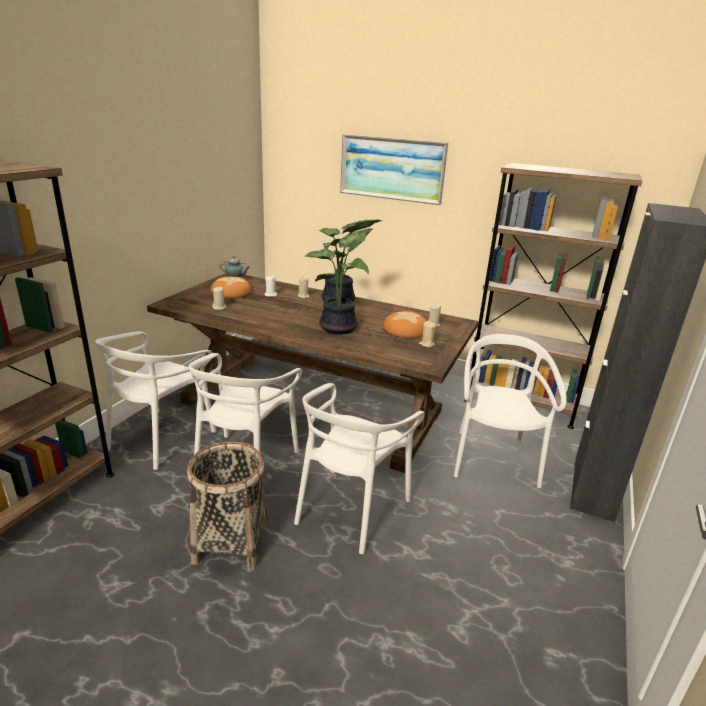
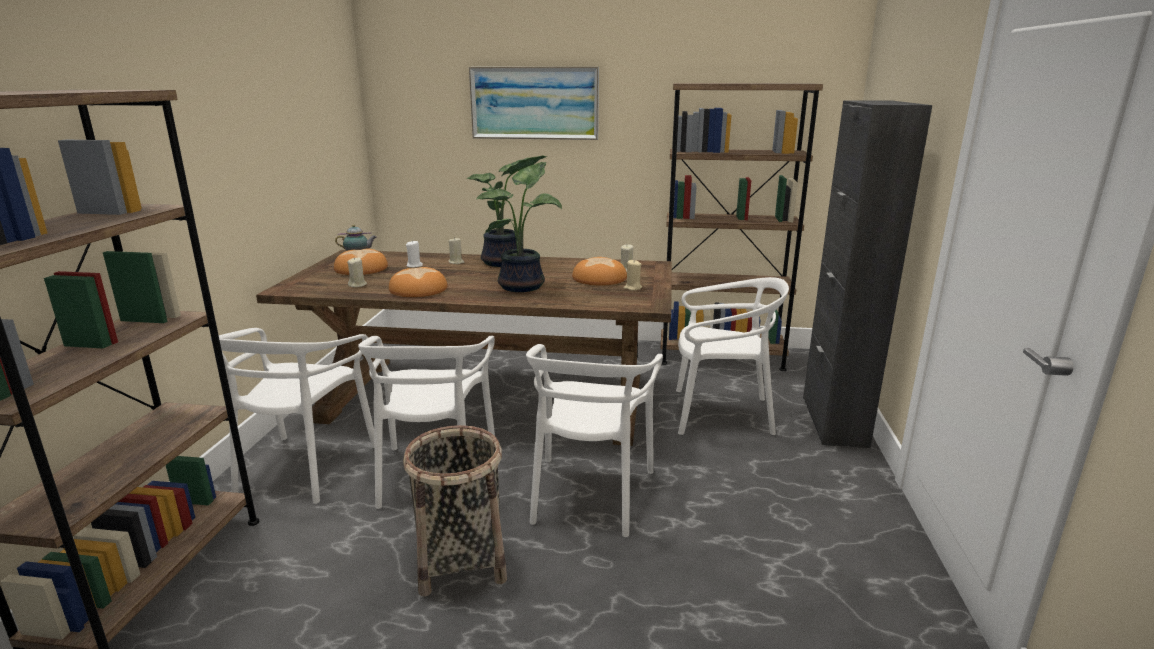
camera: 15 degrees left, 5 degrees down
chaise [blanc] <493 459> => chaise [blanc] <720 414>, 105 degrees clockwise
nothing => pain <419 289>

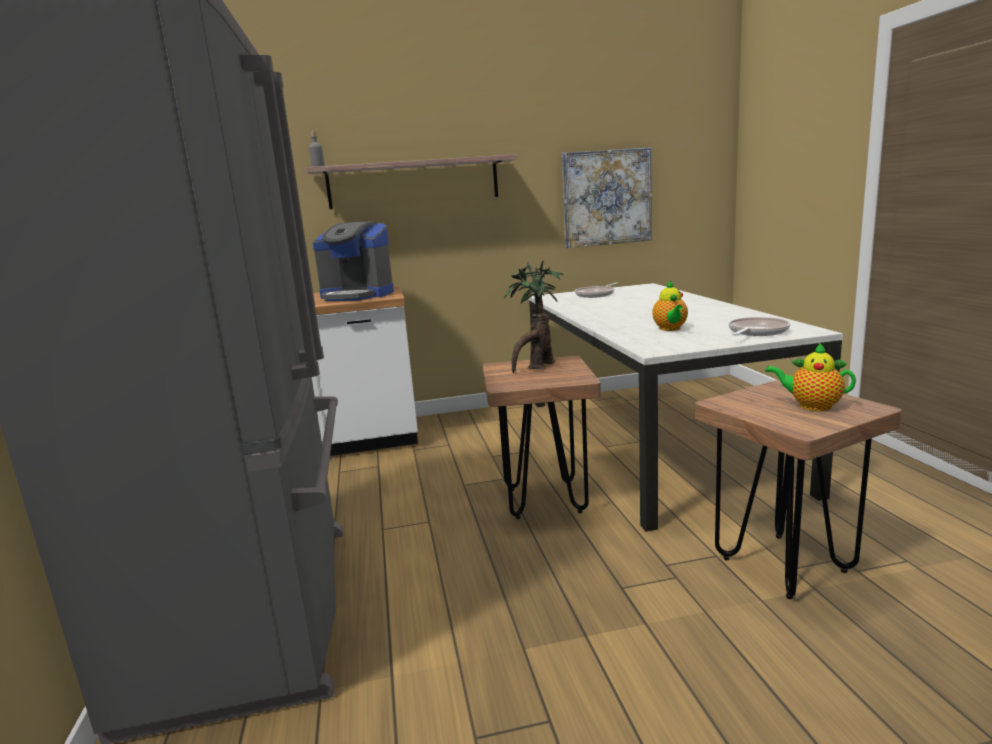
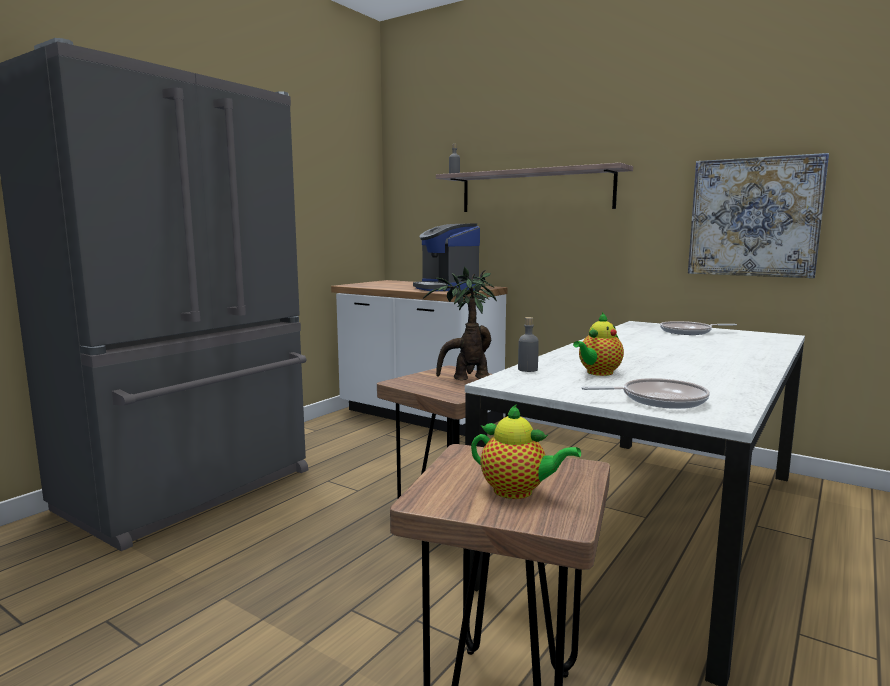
camera: 45 degrees right, 5 degrees down
théière <811 406> => théière <517 492>, 135 degrees clockwise
nothing => bouteille [gris] <527 369>

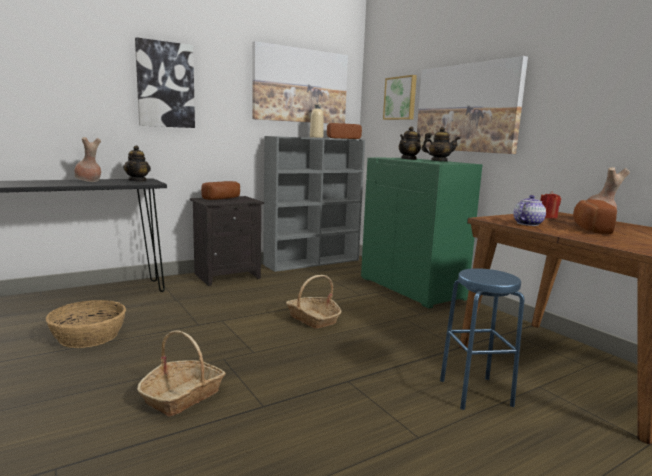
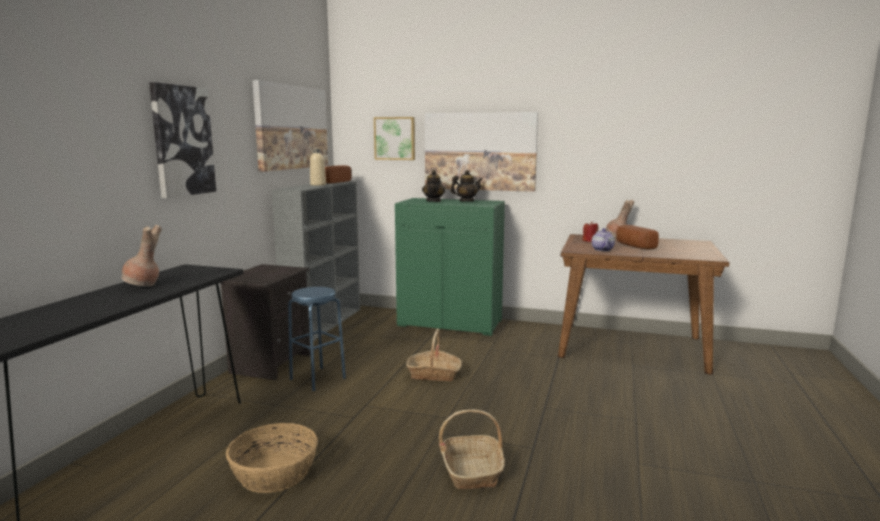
camera: 40 degrees left, 0 degrees up
théière <138 180> => nothing
pain <223 198> => nothing
tabouret [bleu] <475 392> => tabouret [bleu] <317 378>, relocated

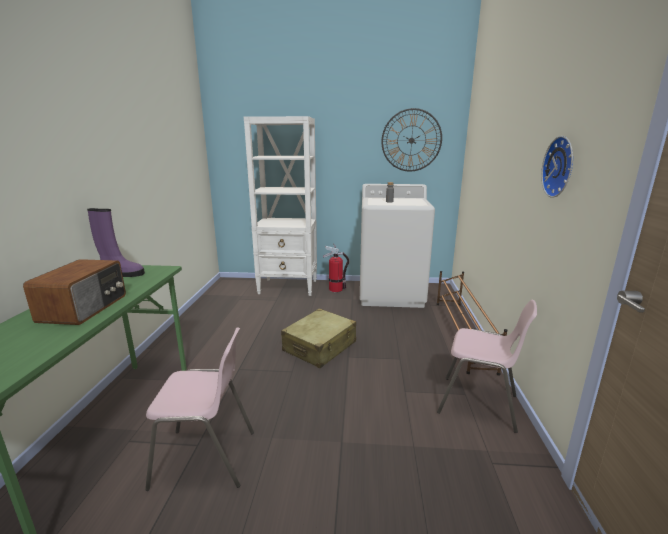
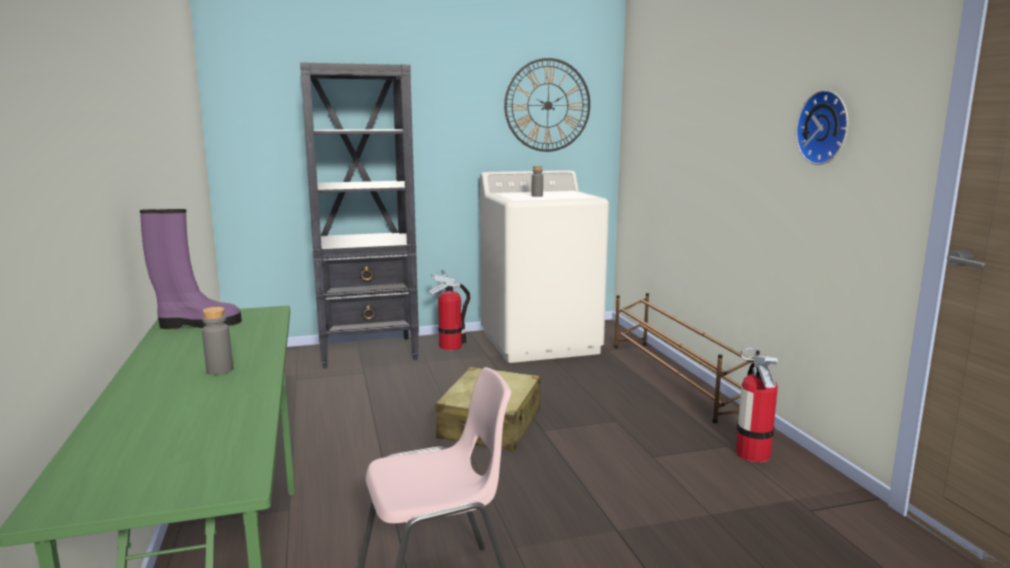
camera: 20 degrees left, 5 degrees down
radio <85 308> => bouteille [gris] <219 370>
bibliothèque [blanc] <288 287> => bibliothèque [noir] <369 352>
chaise [rose] <478 404> => extincteur <752 453>

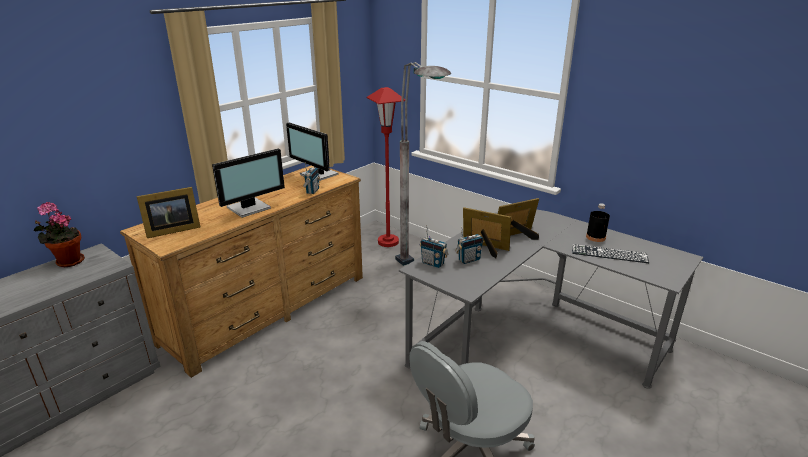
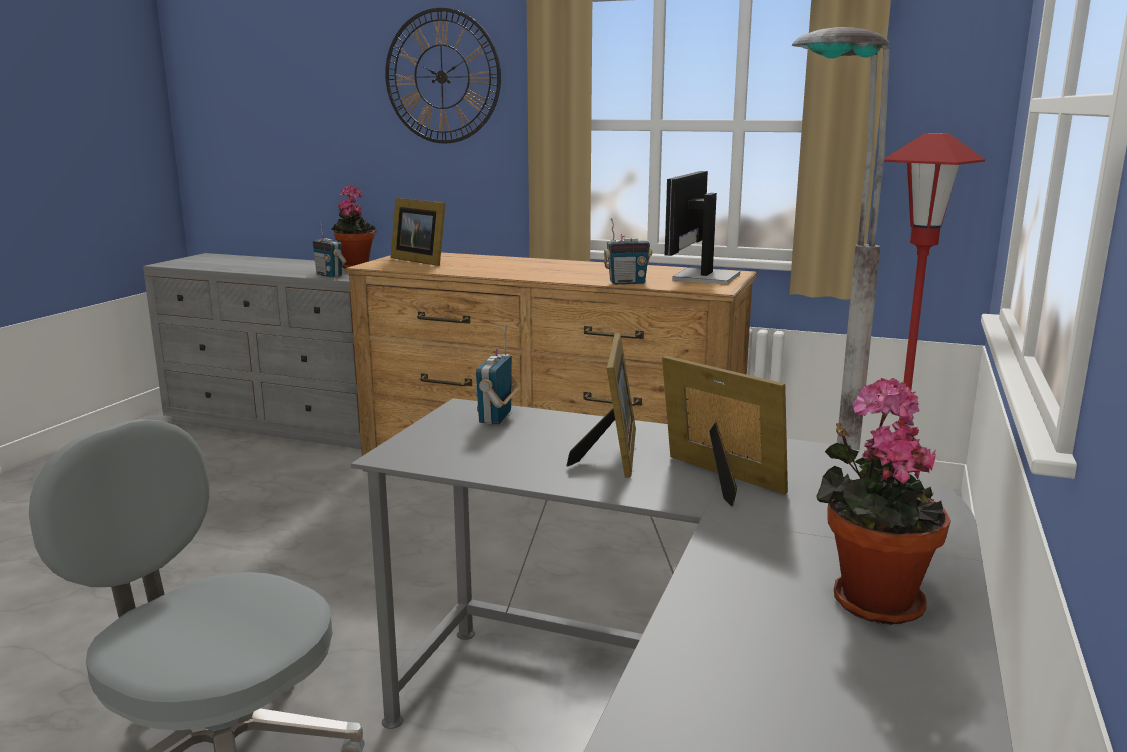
camera: 70 degrees right, 10 degrees down
écran d'ordinateur <250 208> => nothing
radio <469 260> => radio <329 275>, relocated
clavier <609 254> => nothing
bouteille [noir] <595 237> => plante en pot <871 598>
nothing => horloge murale <442 77>

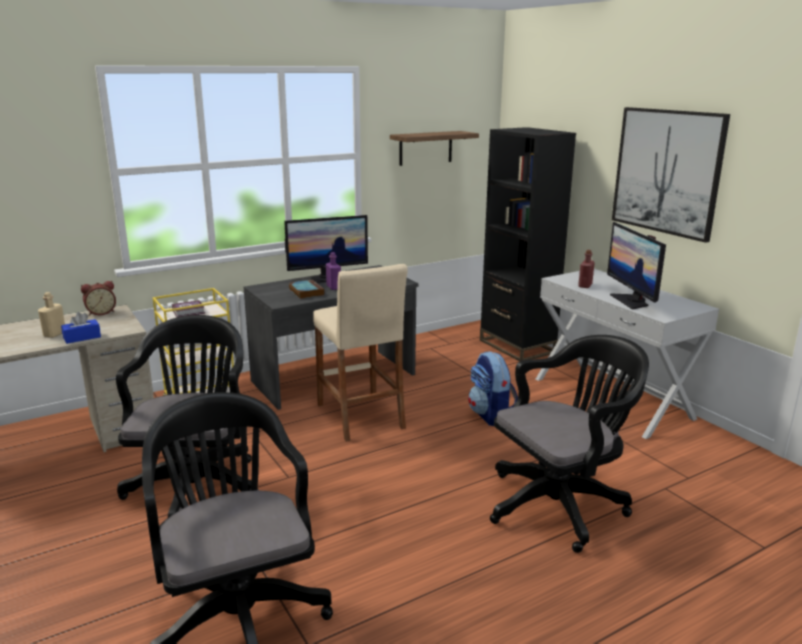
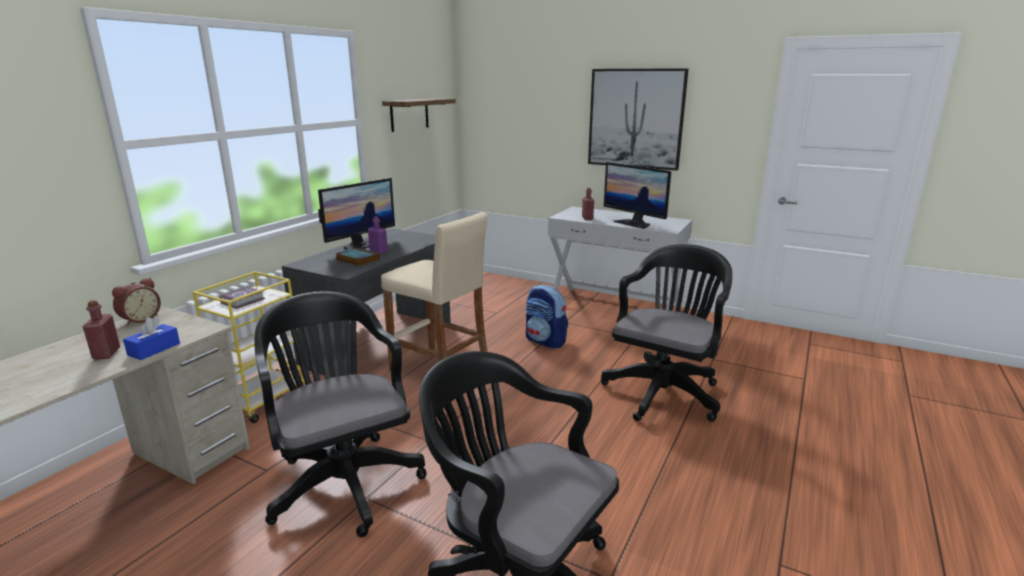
camera: 30 degrees left, 0 degrees up
bouteille [beige] <54 334> => bouteille [rouge] <106 354>
bibliothèque [noir] <517 346> => nothing

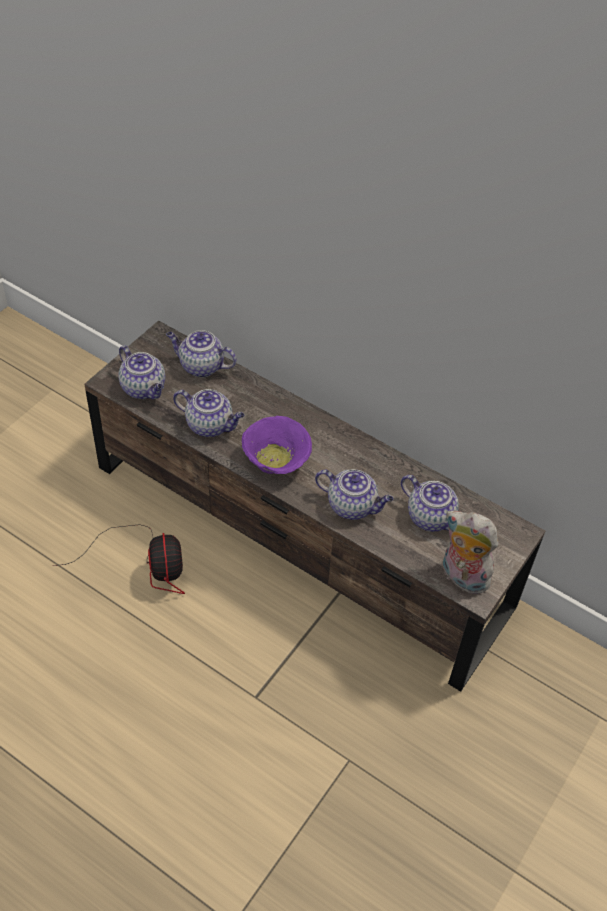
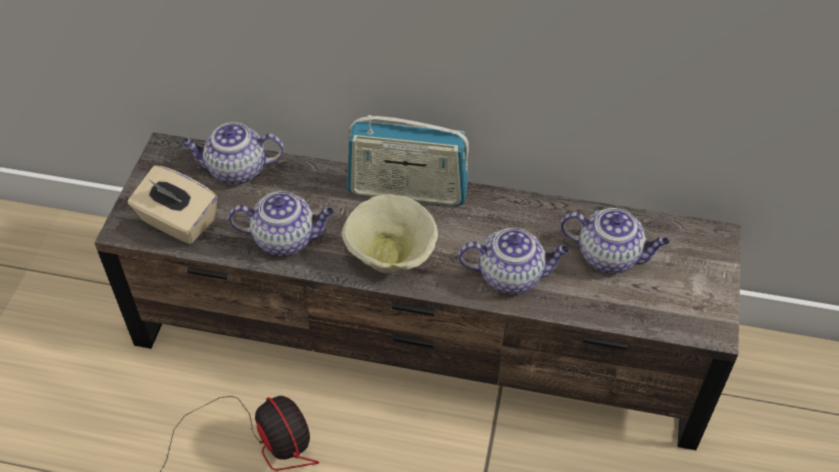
camera: 20 degrees left, 0 degrees up
théière <144 388> => boîte à mouchoirs [beige] <177 222>
bol [violet] <277 461> => bol [beige] <392 254>
peluche <461 577> => nothing
nothing => radio <407 191>

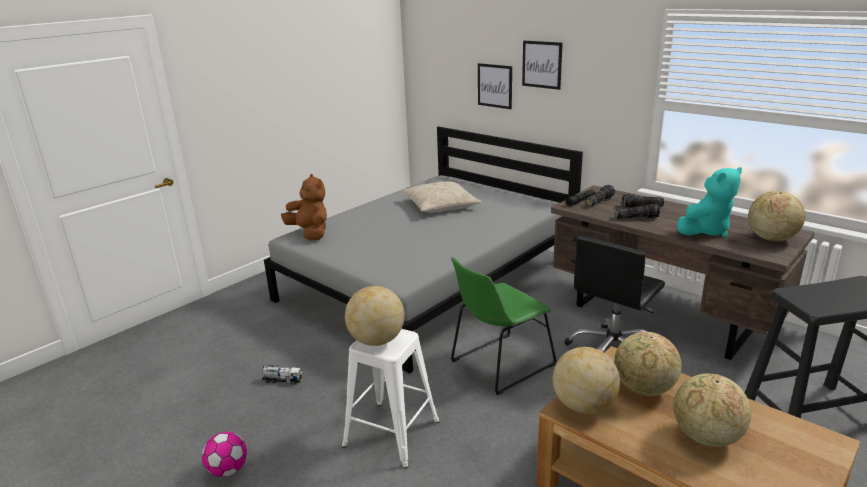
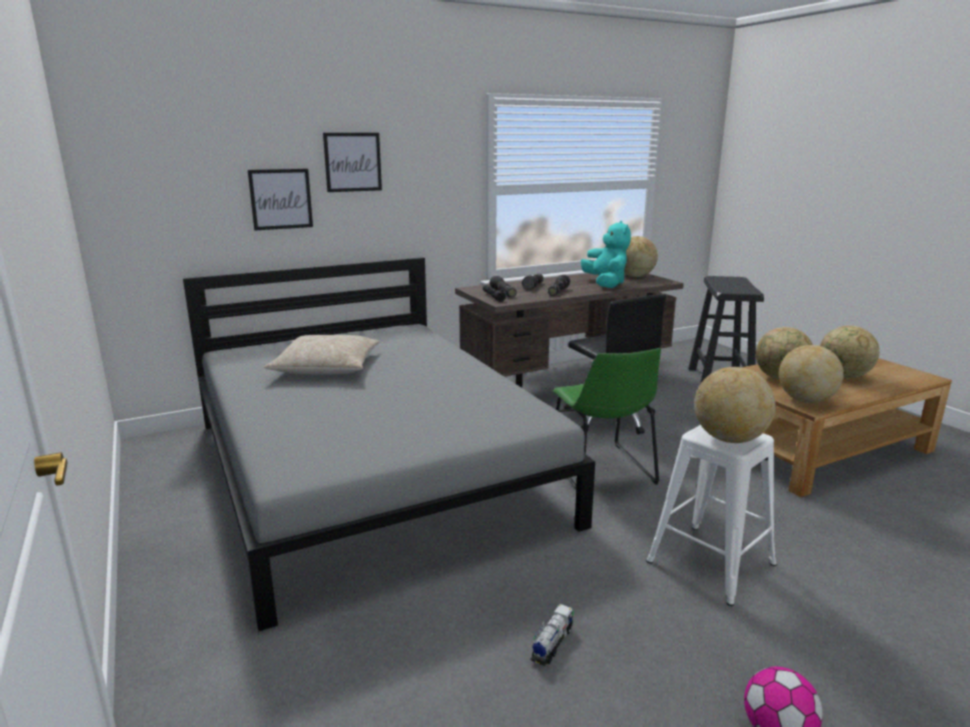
camera: 70 degrees left, 5 degrees down
peluche [marron] <310 233> => nothing

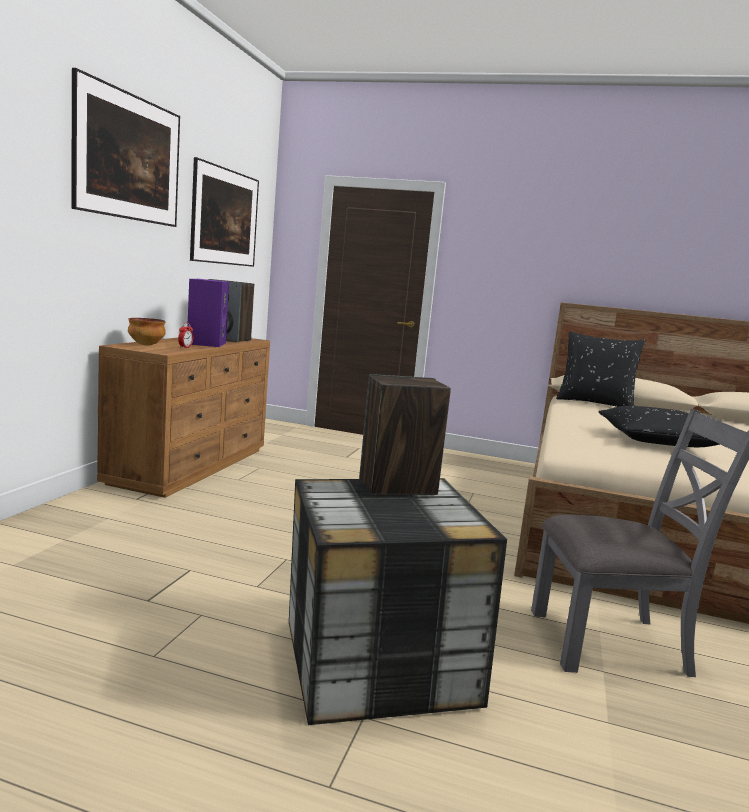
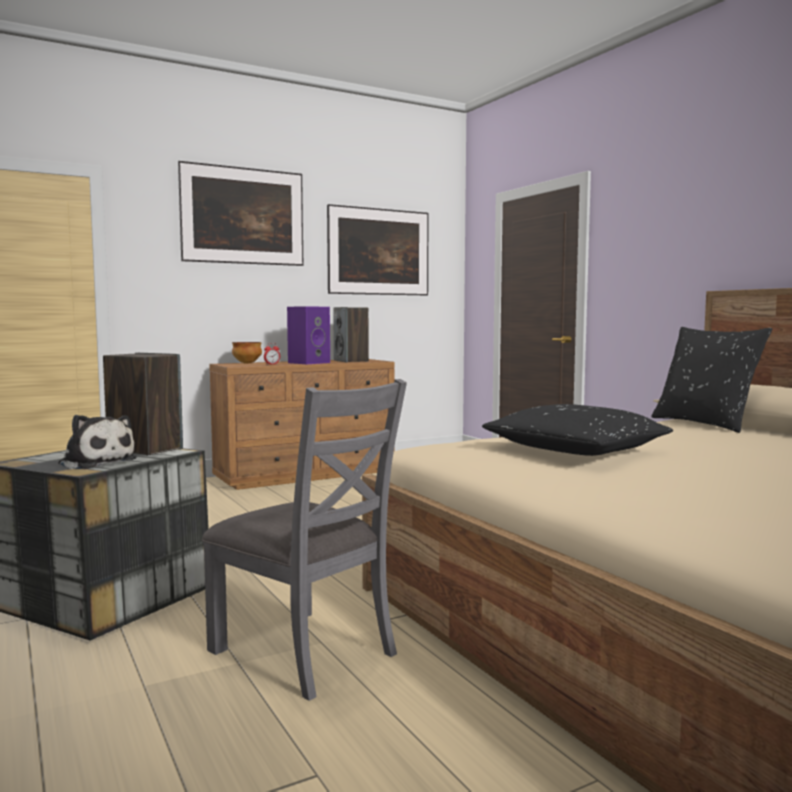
camera: 45 degrees right, 5 degrees down
nothing => peluche <96 462>

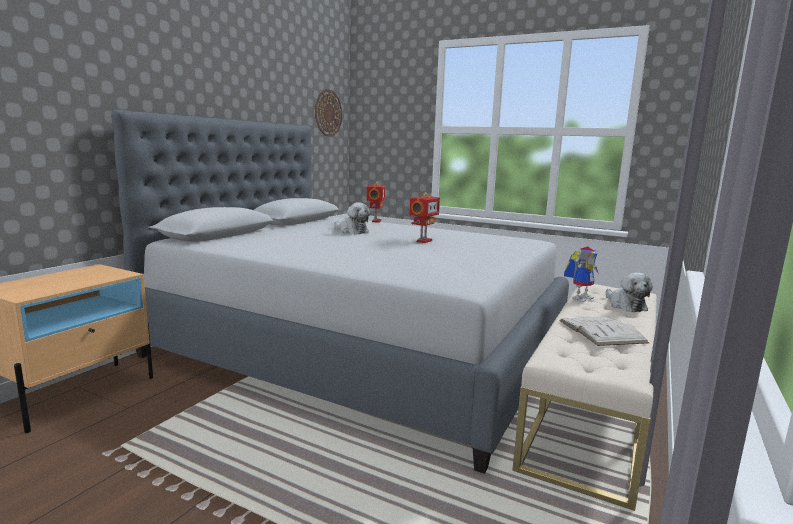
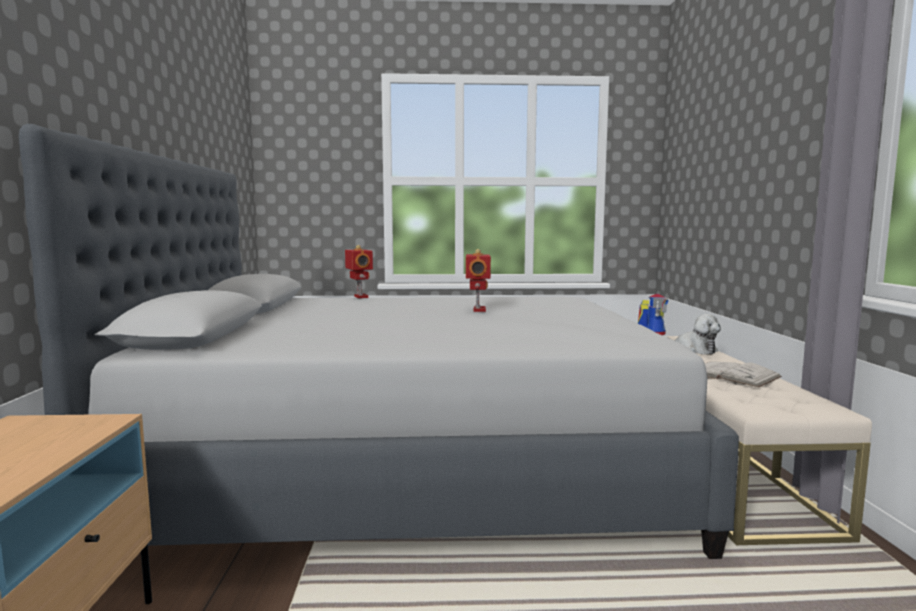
camera: 30 degrees left, 5 degrees down
horloge murale <328 113> => nothing
peluche <351 231> => nothing

